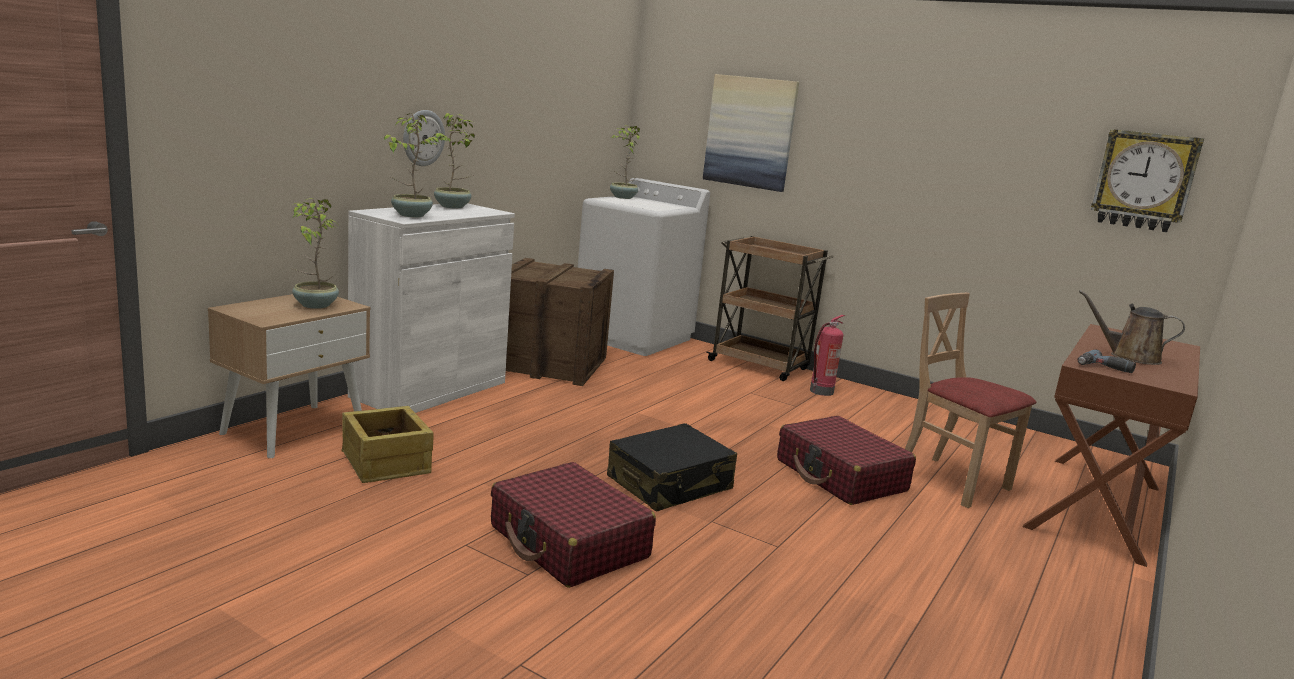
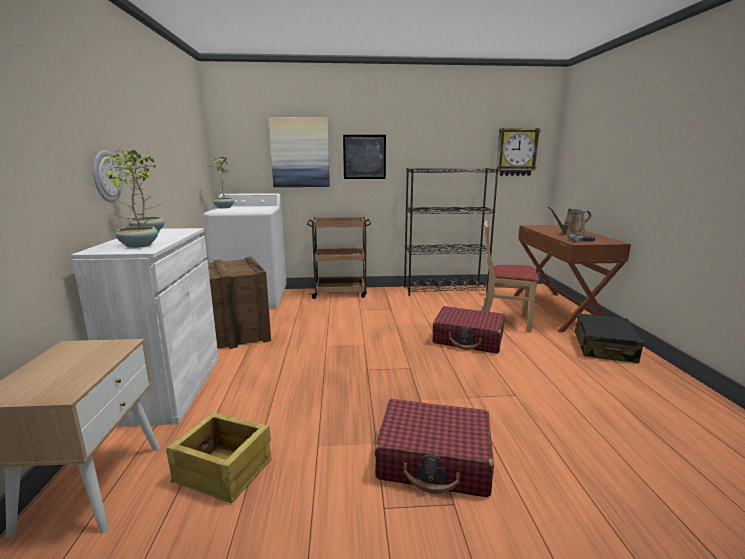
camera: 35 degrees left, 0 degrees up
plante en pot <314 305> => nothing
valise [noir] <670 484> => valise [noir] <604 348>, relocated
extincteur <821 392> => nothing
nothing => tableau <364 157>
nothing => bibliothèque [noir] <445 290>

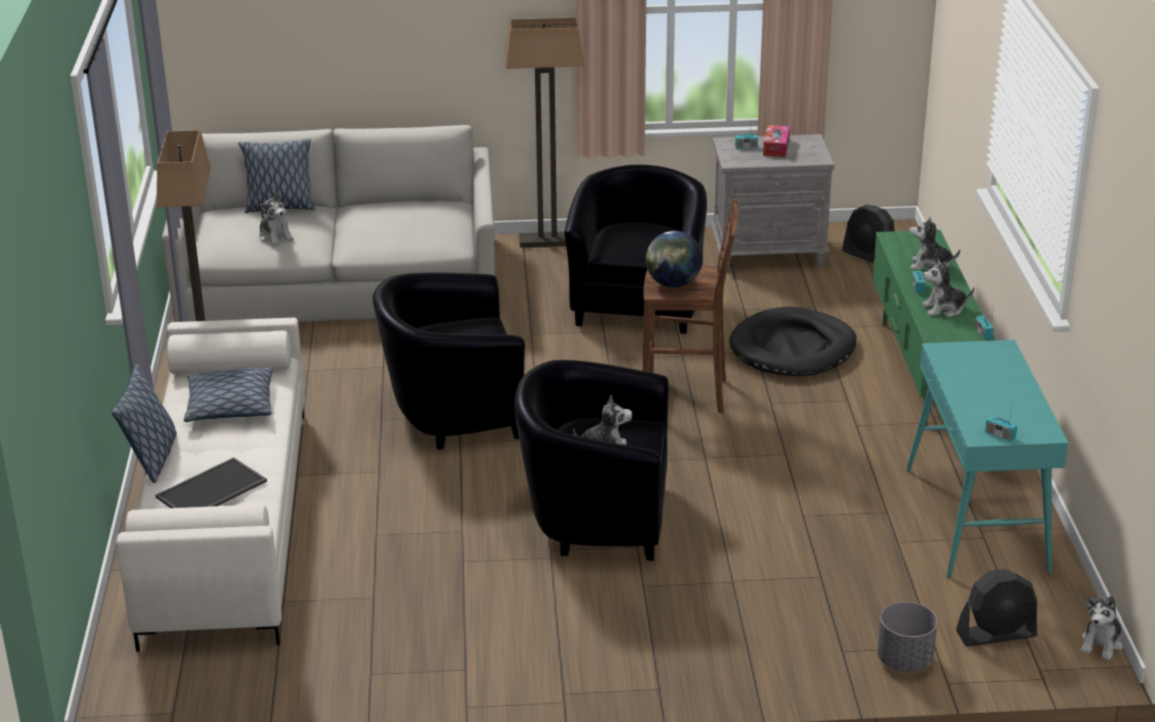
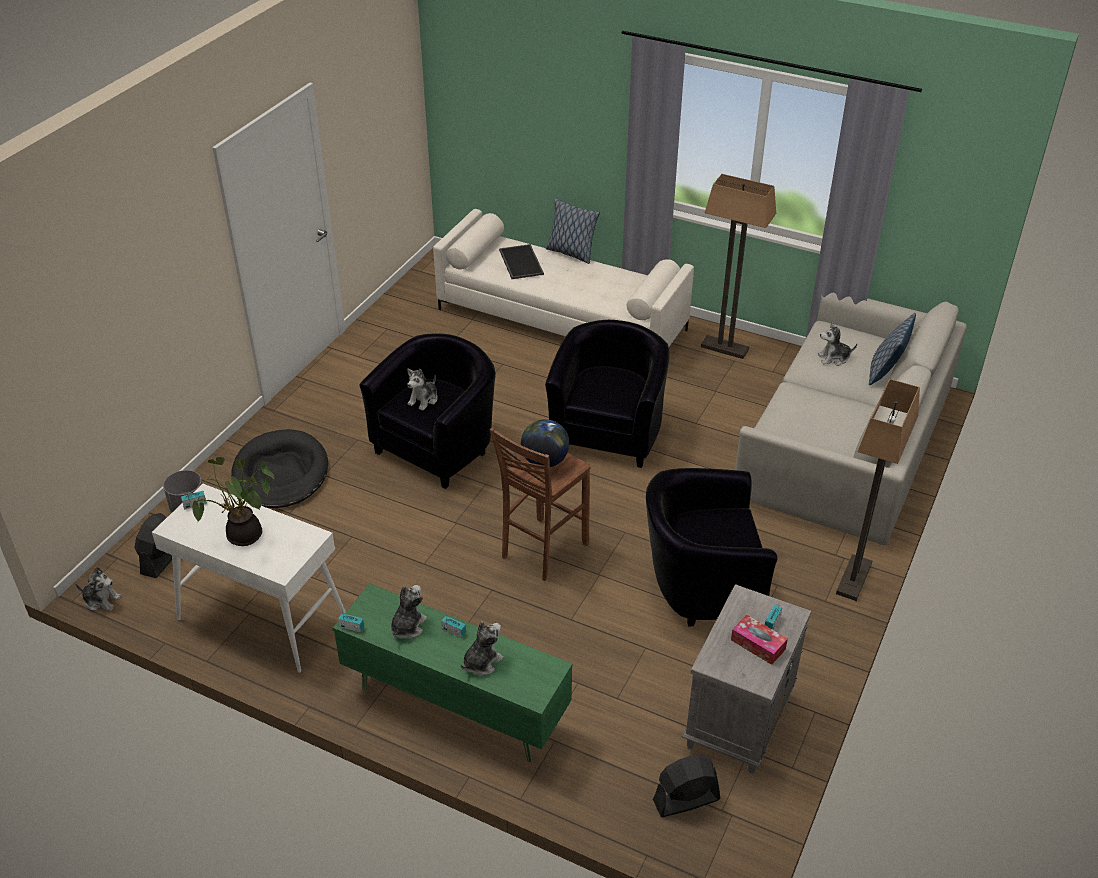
camera: 120 degrees right, 10 degrees up
coussin <230 406> => nothing
fauteuil [noir] <638 304> => fauteuil [noir] <700 586>, 135 degrees clockwise
panier pour chien [noir] <793 348> => panier pour chien [noir] <281 473>, relocated
table console [turquoise] <976 520> => table console [blanc] <261 618>
peluche <1101 643> => peluche <101 600>, 135 degrees clockwise
nothing => plante en pot <243 537>

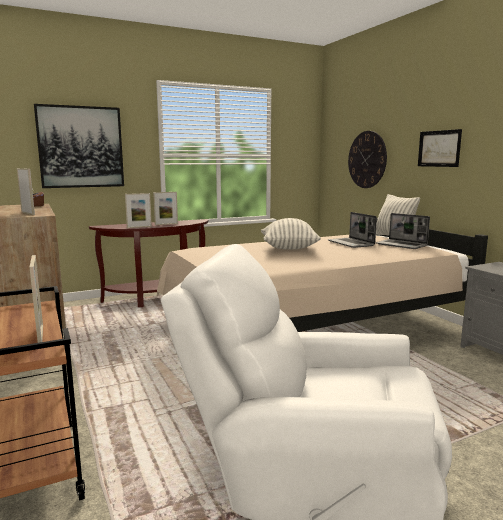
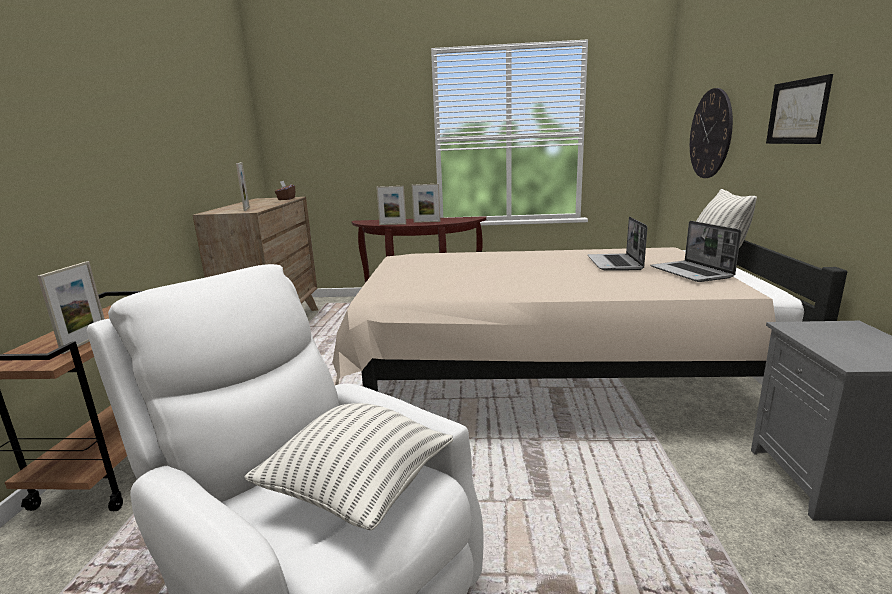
camera: 30 degrees right, 5 degrees up
tableau <81 147> => nothing
coussin <289 249> => coussin <358 491>, relocated

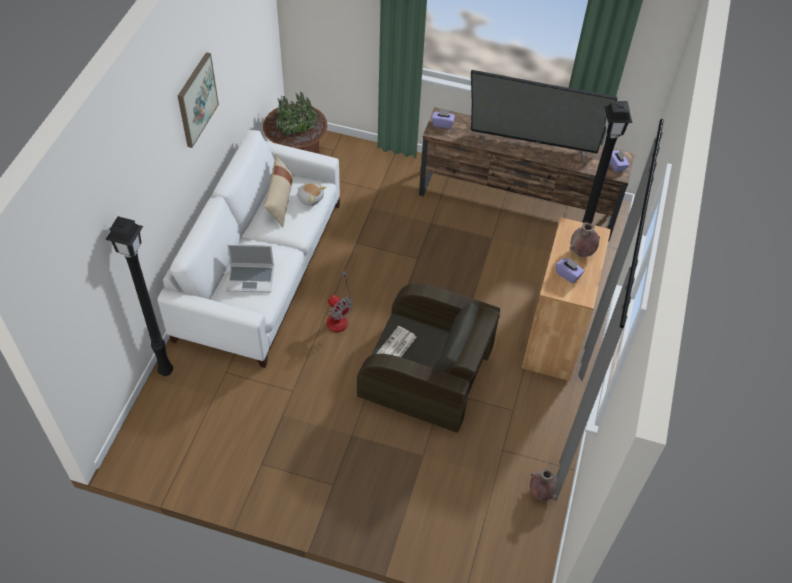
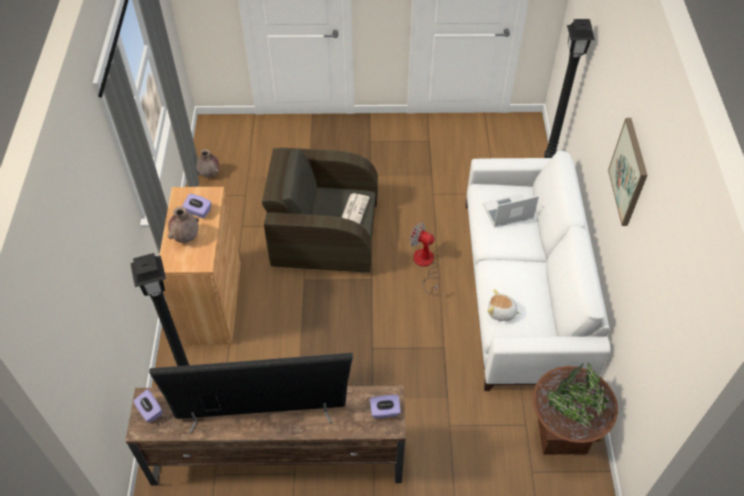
camera: 165 degrees right, 0 degrees up
coussin [beige] <280 200> => nothing

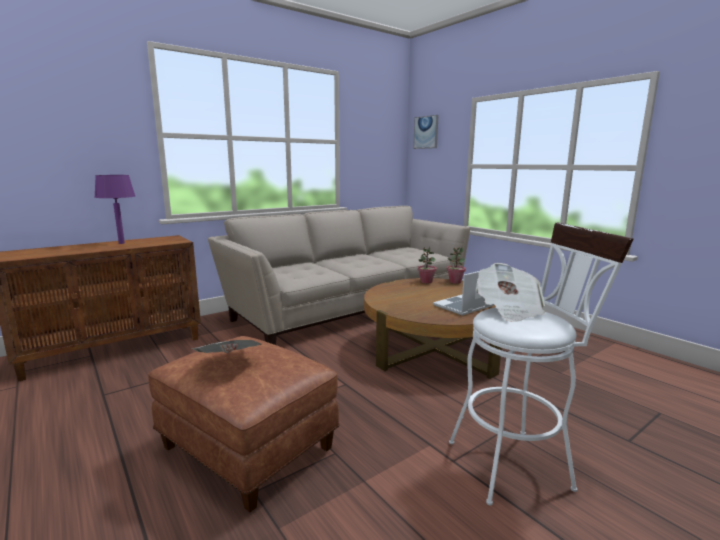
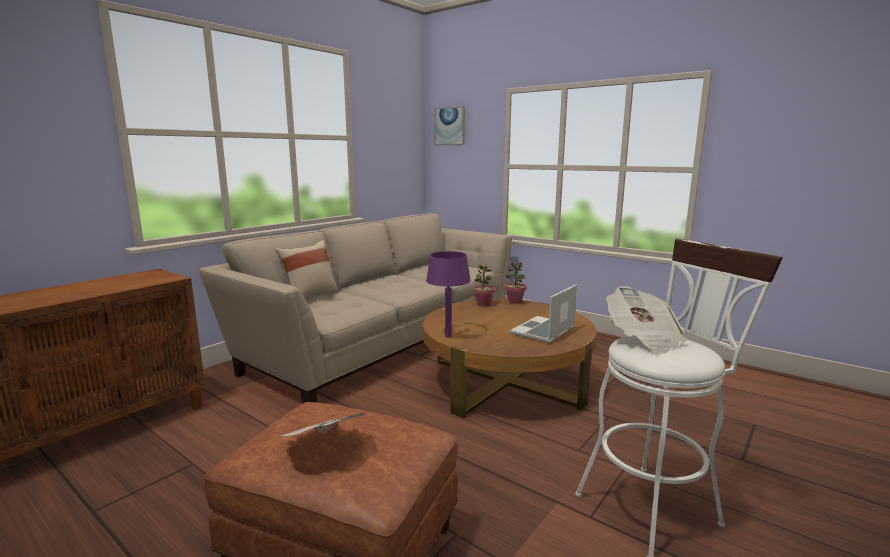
camera: 15 degrees left, 0 degrees up
lampe de table [violet] <121 243> => lampe de table [violet] <447 336>, relocated
nothing => coussin [beige] <310 297>

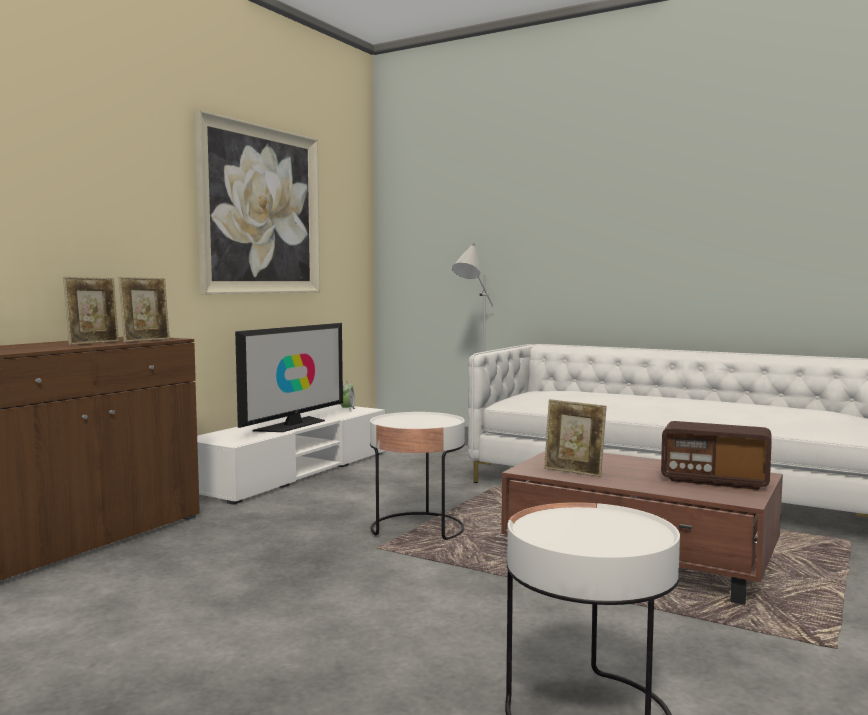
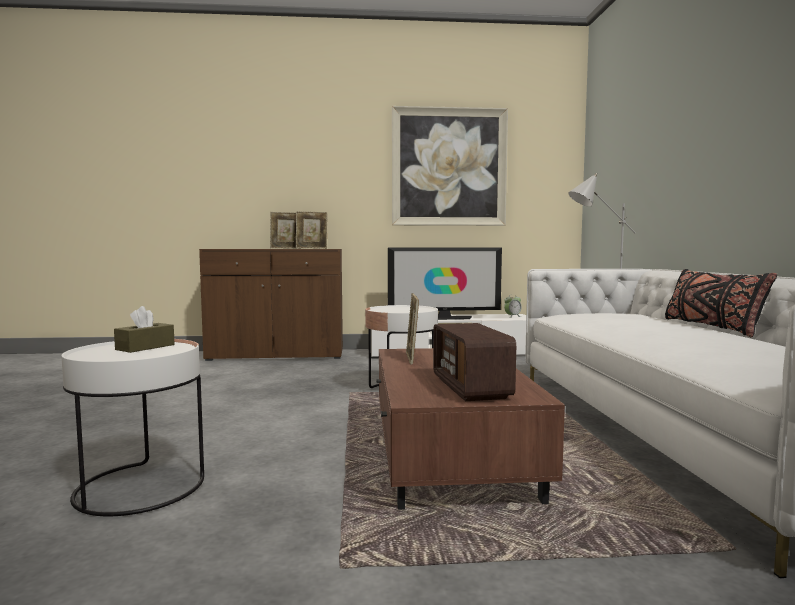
camera: 55 degrees right, 0 degrees up
nothing => boîte à mouchoirs [marron] <145 347>
nothing => coussin [noir] <711 327>

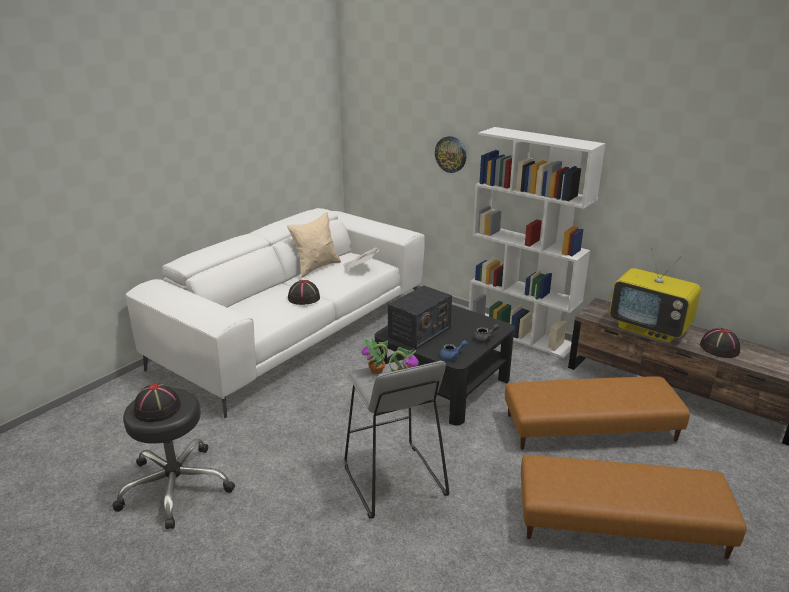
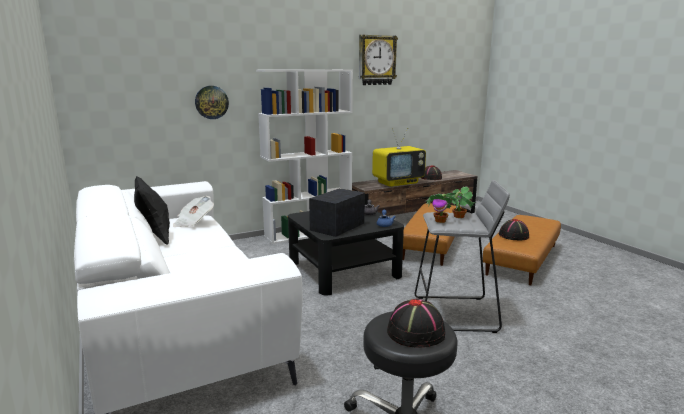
camera: 65 degrees left, 10 degrees down
coussin [beige] <316 267> => coussin [noir] <155 237>
chapeau [noir] <303 298> => chapeau [noir] <514 236>, relocated
radio <419 332> => radio <337 226>, 120 degrees counterclockwise
nothing => horloge murale <376 60>

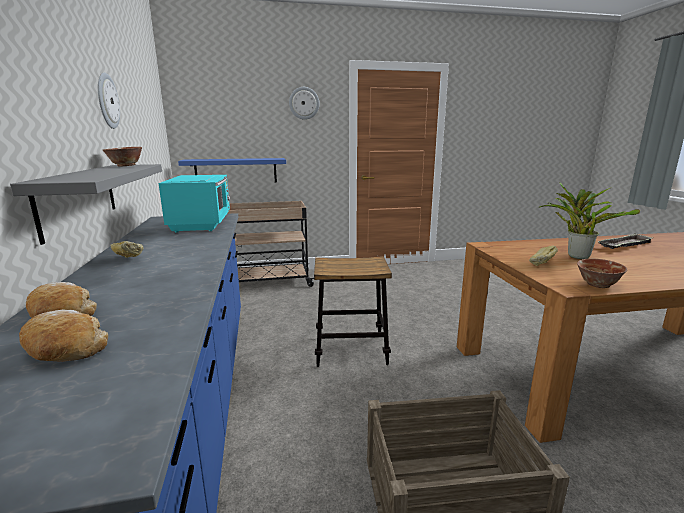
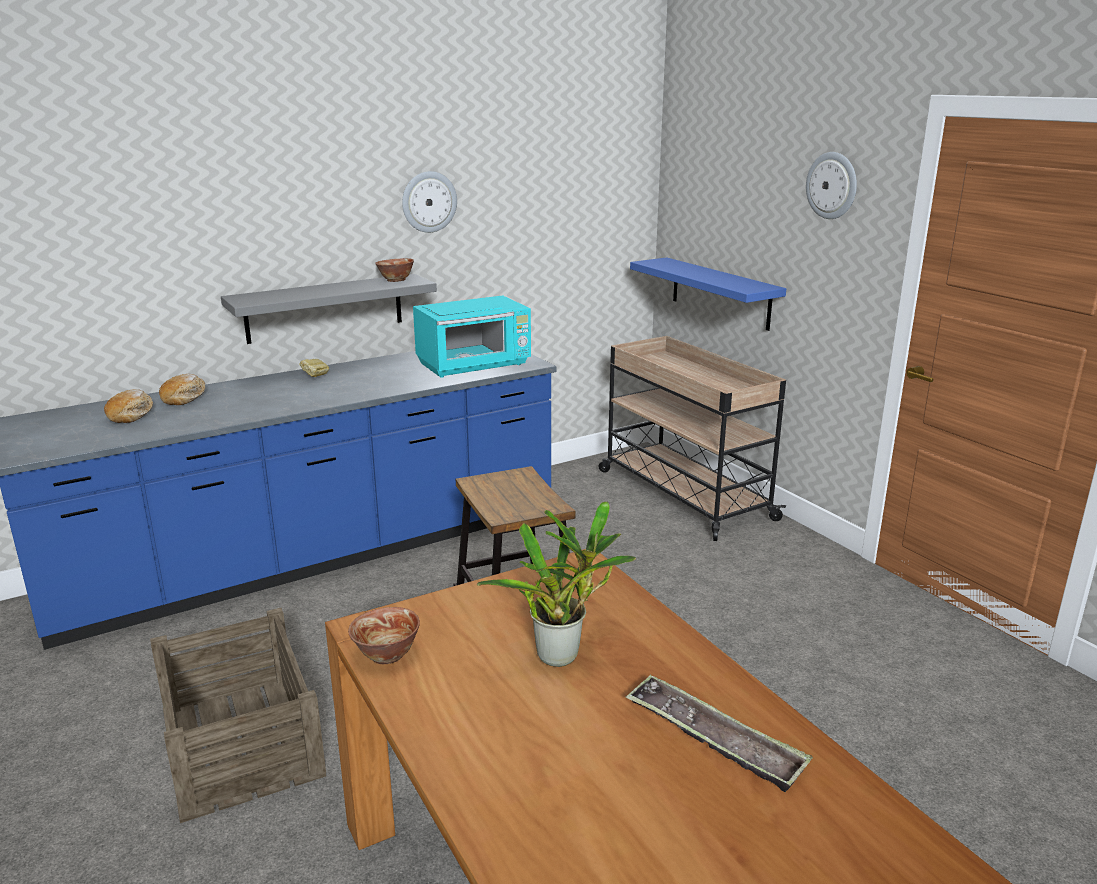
camera: 70 degrees right, 5 degrees up
pain <542 264> => nothing

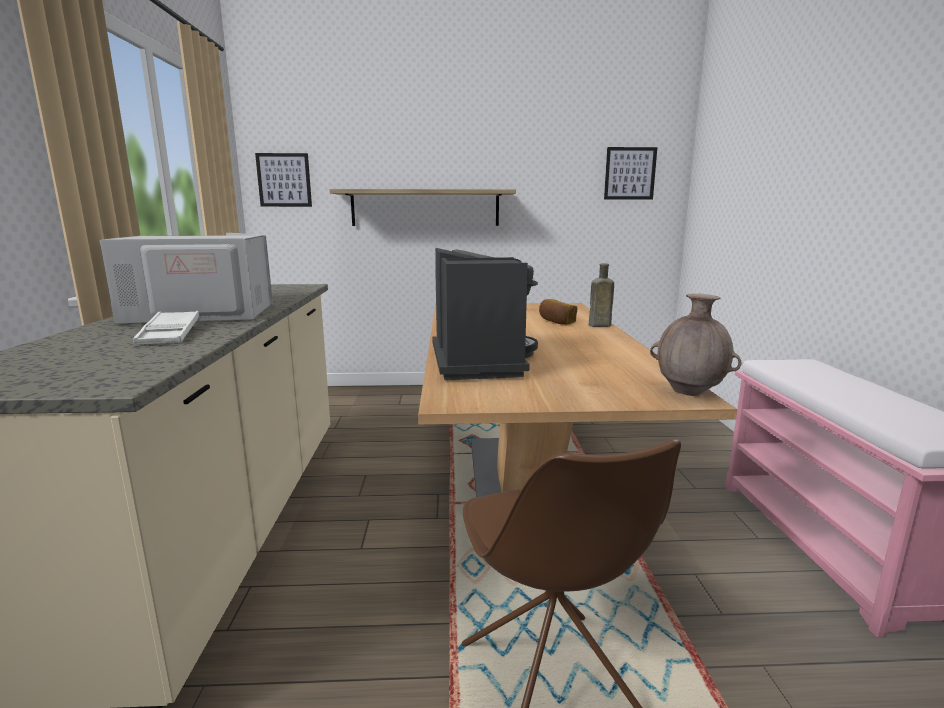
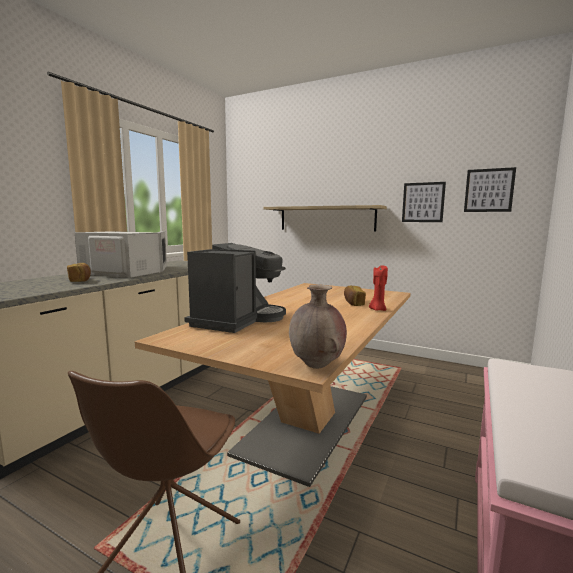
camera: 30 degrees right, 5 degrees down
plateau [blanc] <170 334> => pain <80 281>
tableau <284 180> => tableau <423 202>, relocated
bouteille [marron] <598 325> => bougie [rouge] <377 309>

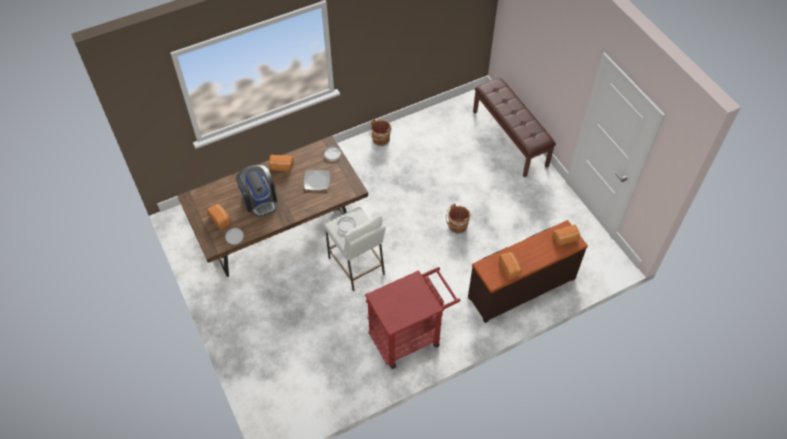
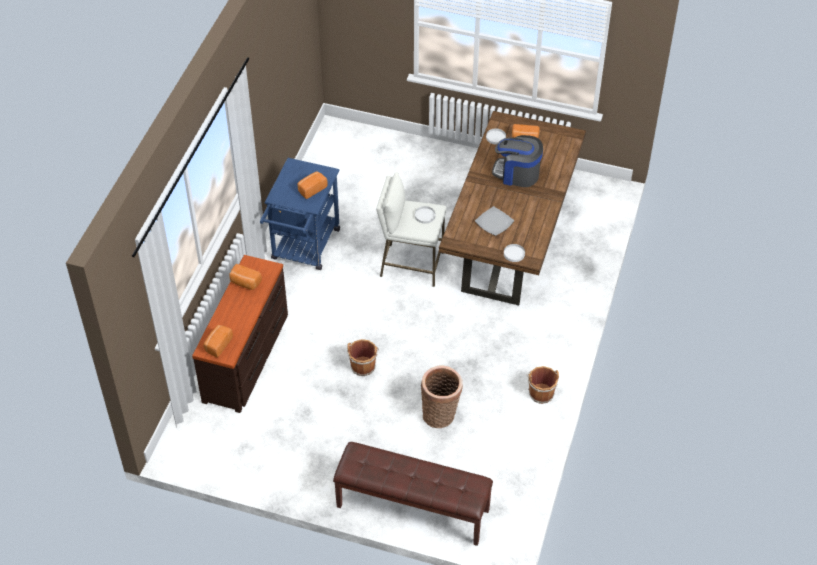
camera: 135 degrees right, 5 degrees down
pain <281 167> => pain <311 189>, relocated
chariot [rouge] <410 336> => chariot [bleu] <303 249>
nothing => panier <440 415>

